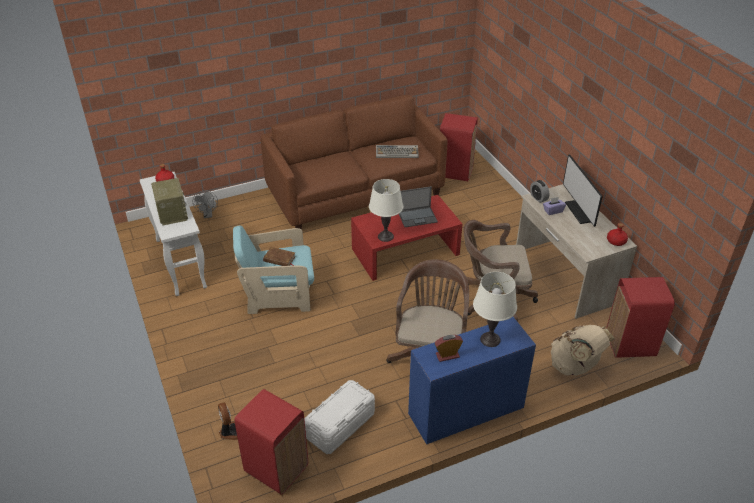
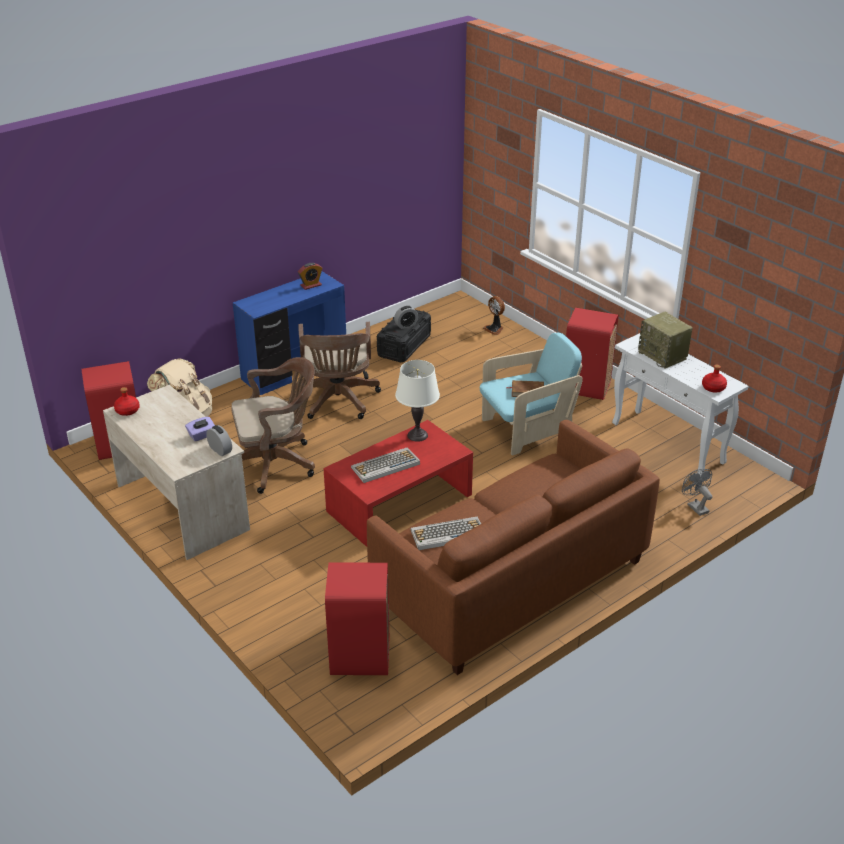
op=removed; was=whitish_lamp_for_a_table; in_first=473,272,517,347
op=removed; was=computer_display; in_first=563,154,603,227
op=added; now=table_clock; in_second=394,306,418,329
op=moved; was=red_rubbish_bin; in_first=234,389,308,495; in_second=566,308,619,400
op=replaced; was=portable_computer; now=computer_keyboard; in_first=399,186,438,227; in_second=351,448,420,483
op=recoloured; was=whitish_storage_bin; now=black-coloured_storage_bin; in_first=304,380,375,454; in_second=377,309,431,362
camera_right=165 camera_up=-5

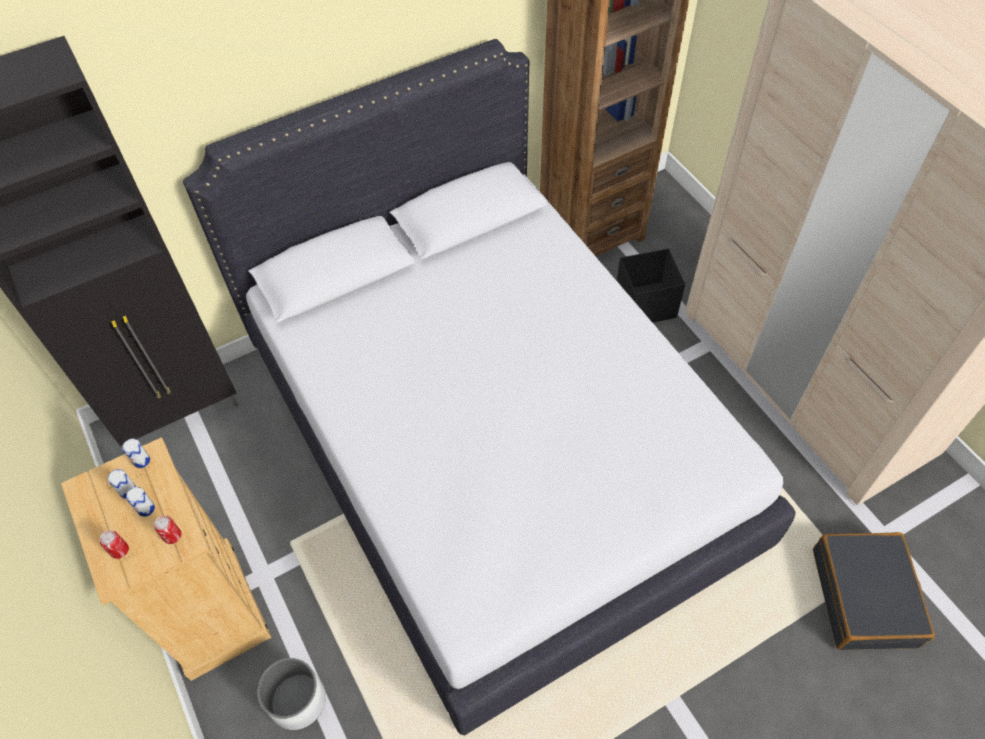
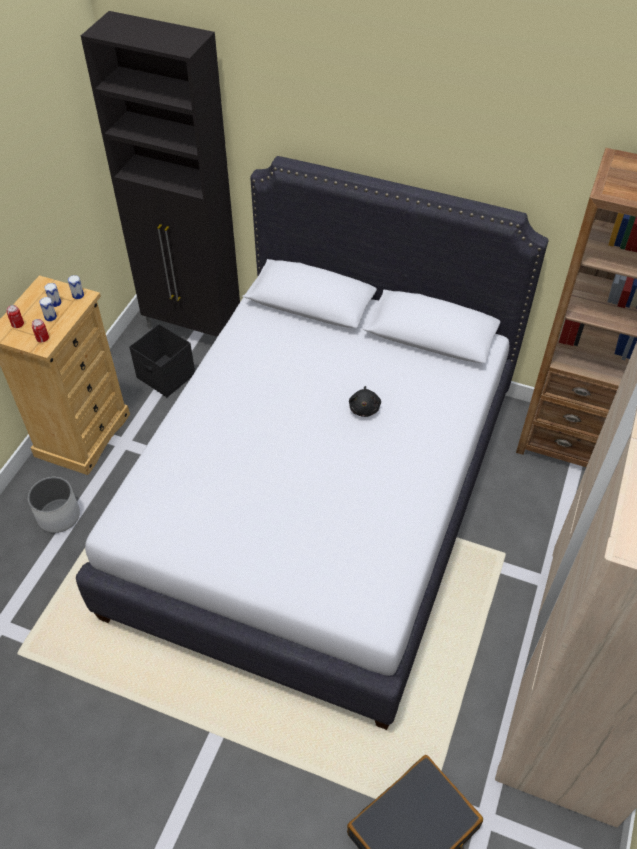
op=added; now=black-coloured_plush_toy; in_second=349,386,381,417
op=moved; was=black-coloured_storage_bin; in_first=617,249,685,322; in_second=129,324,195,397
camera_right=50 camera_up=-5

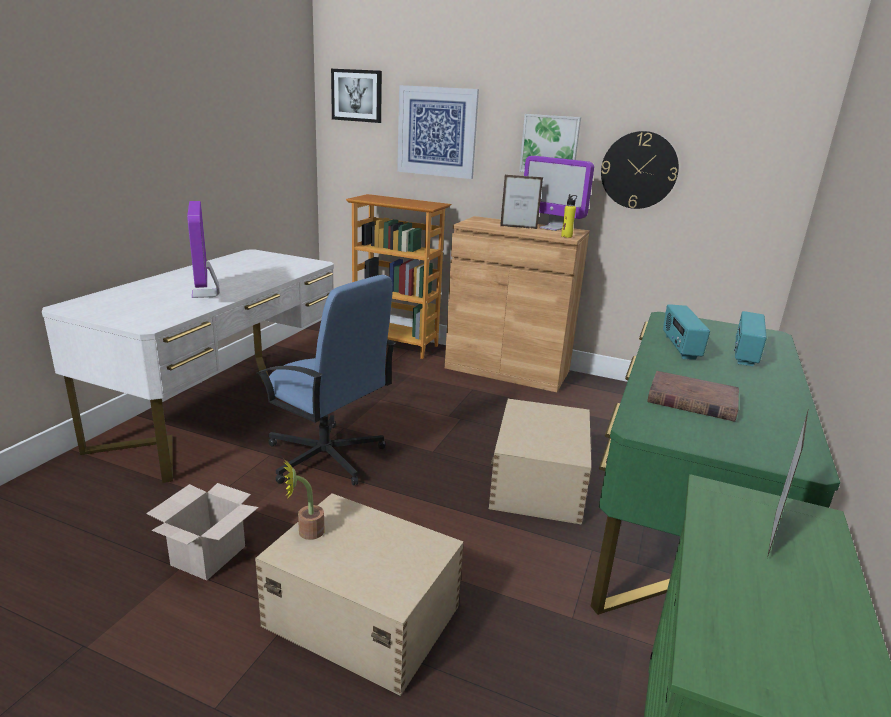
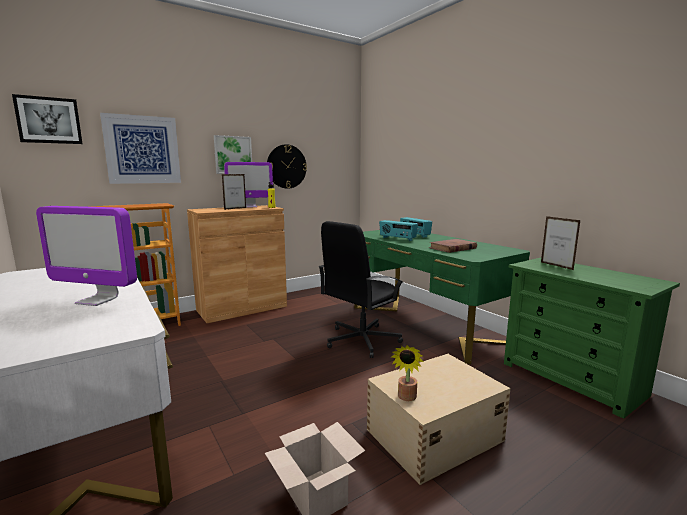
op=removed; was=blue_office_chair; in_first=256,275,395,485
op=replaced; was=beige-coloured_storage_bin; now=black-coloured_office_chair; in_first=489,399,591,525; in_second=318,221,403,358
camera_right=-55 camera_up=-10

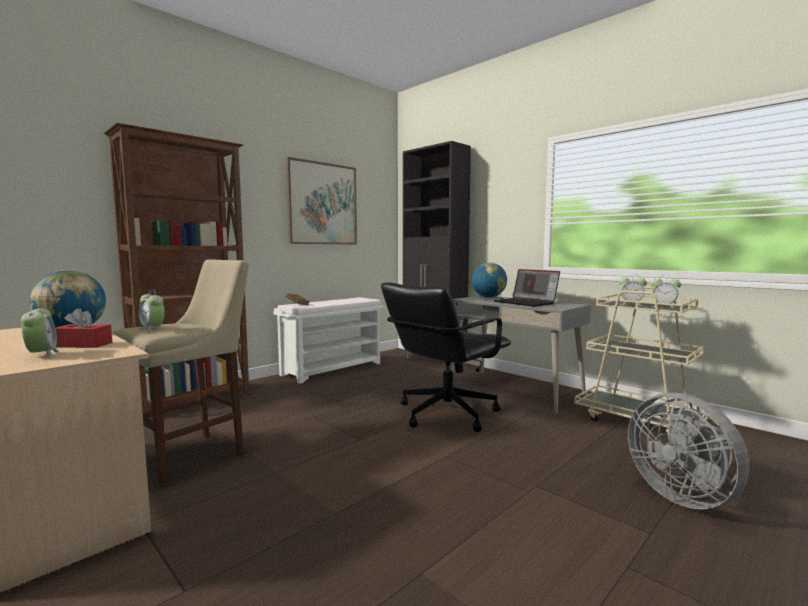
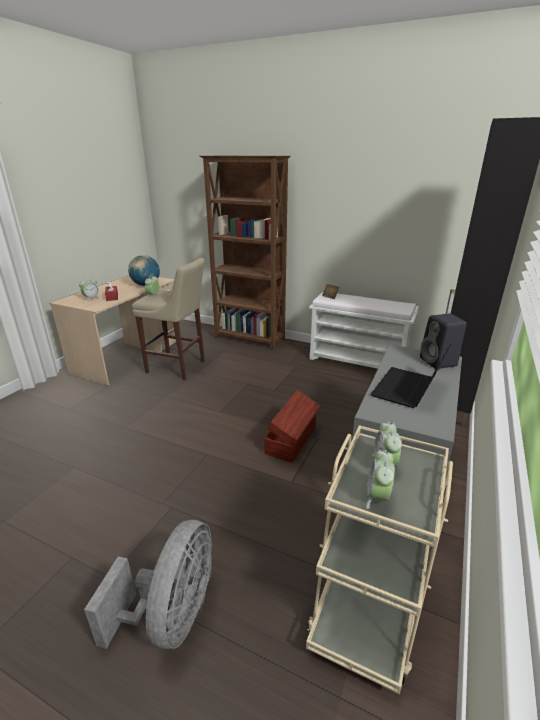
op=removed; was=wall_art; in_first=286,157,357,244
op=replaced; was=black-coloured_office_chair; now=brownish_storage_bin; in_first=381,282,511,432; in_second=265,390,320,463
op=replaced; was=world_globe; now=black-coloured_audio_speaker; in_first=472,262,507,298; in_second=420,314,467,369
op=turned; was=greyish_cooling_fan; in_first=628,393,749,510; in_second=84,520,212,649; clockwise=150
camera_right=70 camera_up=20

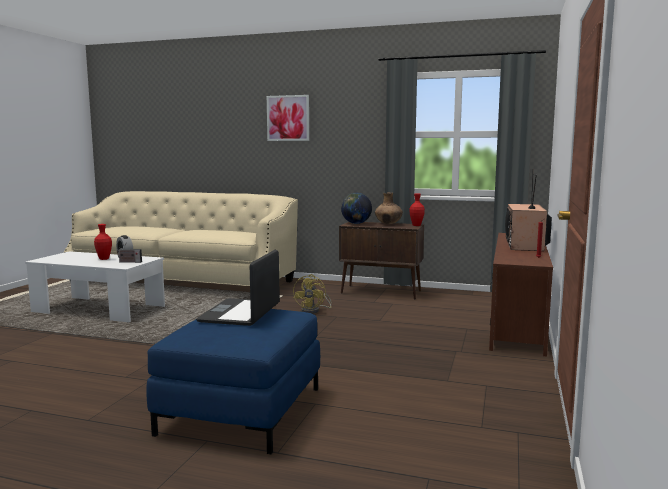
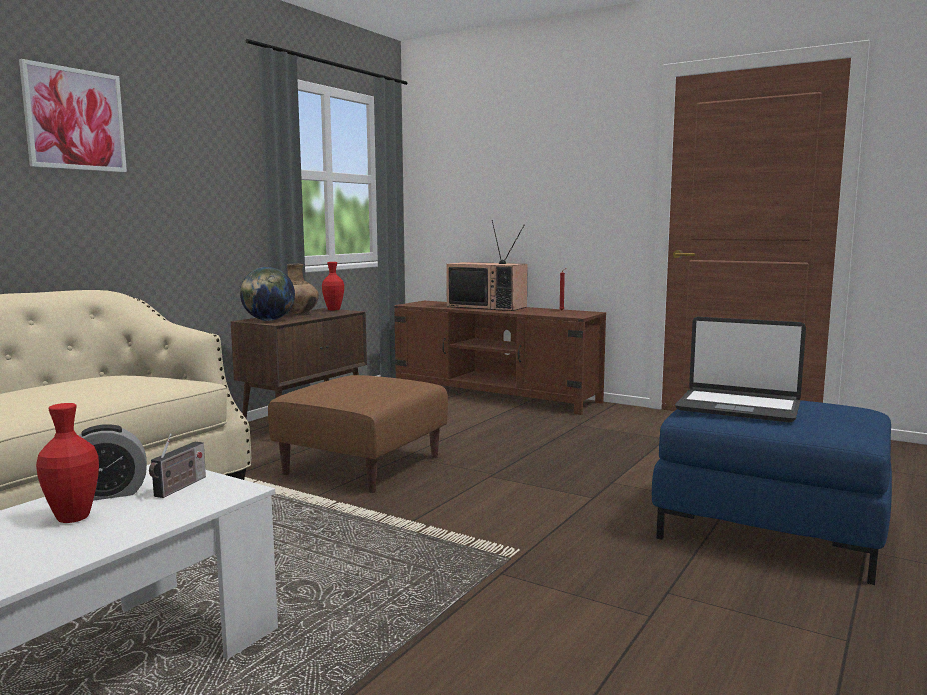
op=replaced; was=yellow_cooling_fan; now=brownish_footrest; in_first=293,274,332,314; in_second=268,375,448,493
camera_right=-75 camera_up=0

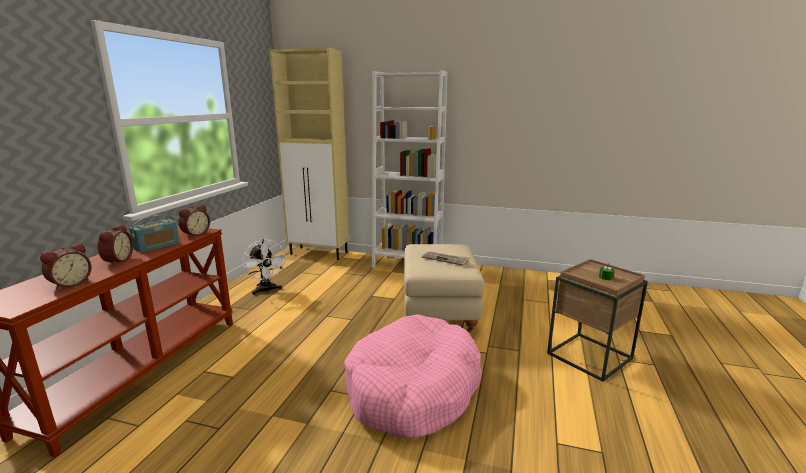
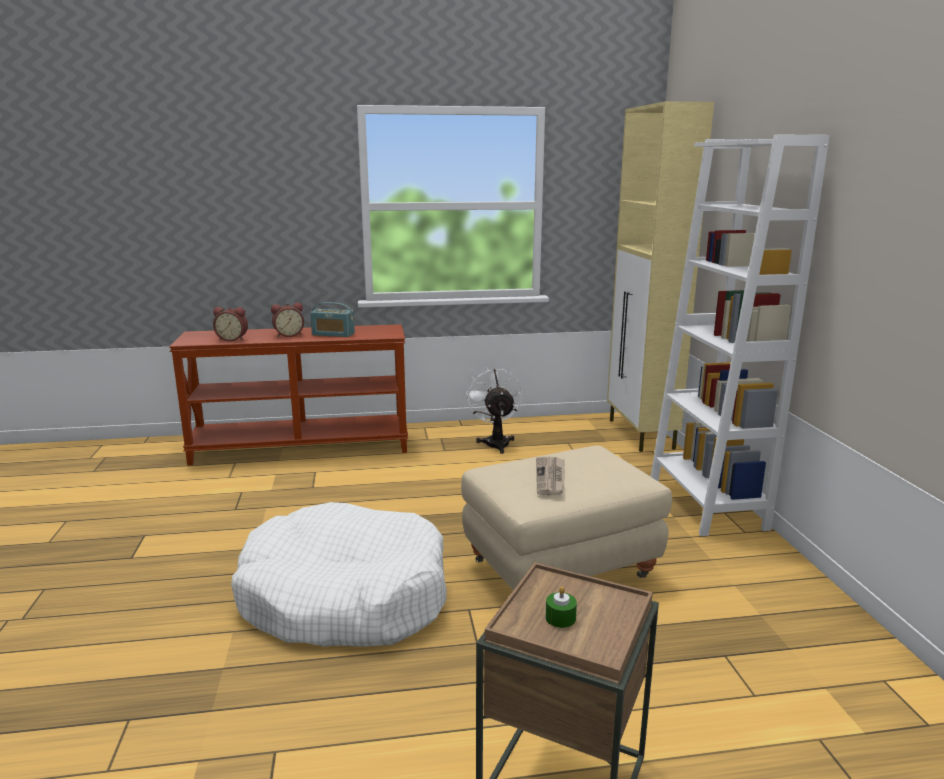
op=removed; was=table_clock; in_first=178,204,210,238
op=recoloured; was=pink-coloured_pet_bed; now=whitish_pet_bed; in_first=344,314,482,438; in_second=231,502,447,647
op=turned; was=whitish_cooling_fan; in_first=242,239,288,295; in_second=466,367,523,454; clockwise=135
camera_right=65 camera_up=0

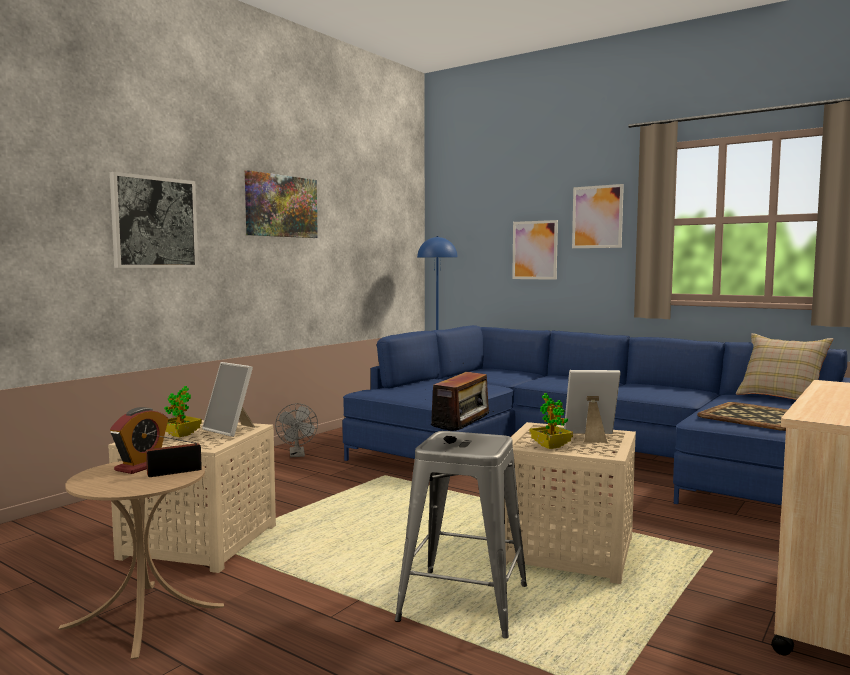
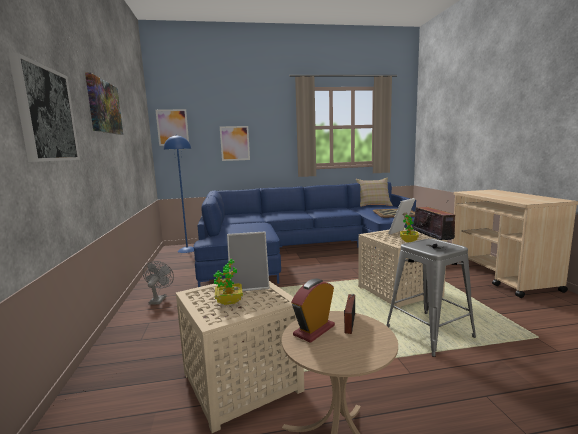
op=moved; was=wall_art; in_first=572,184,624,248; in_second=156,109,189,146
op=turned; was=table_clock; in_first=110,407,168,474; in_second=291,279,335,343; clockwise=-120
op=turned; was=greyish_cooling_fan; in_first=275,403,318,457; in_second=143,261,174,305; clockwise=-120
camera_right=-45 camera_up=5

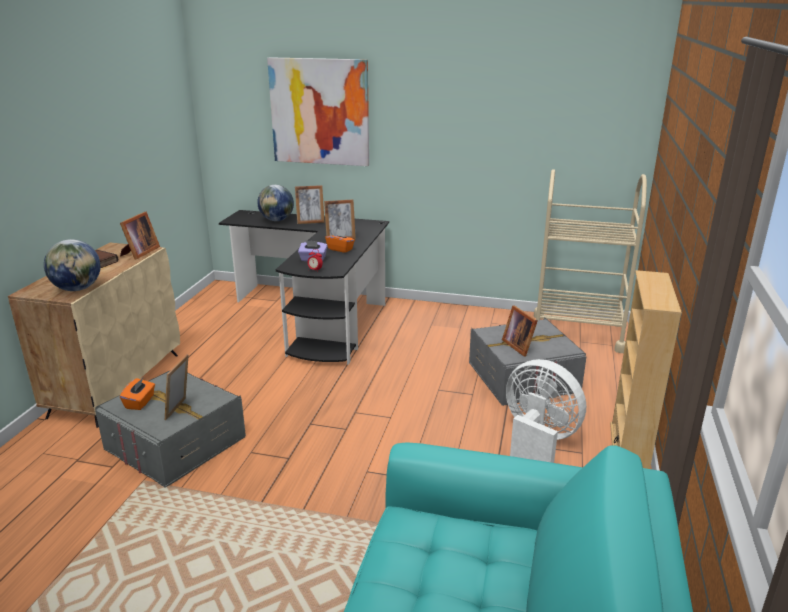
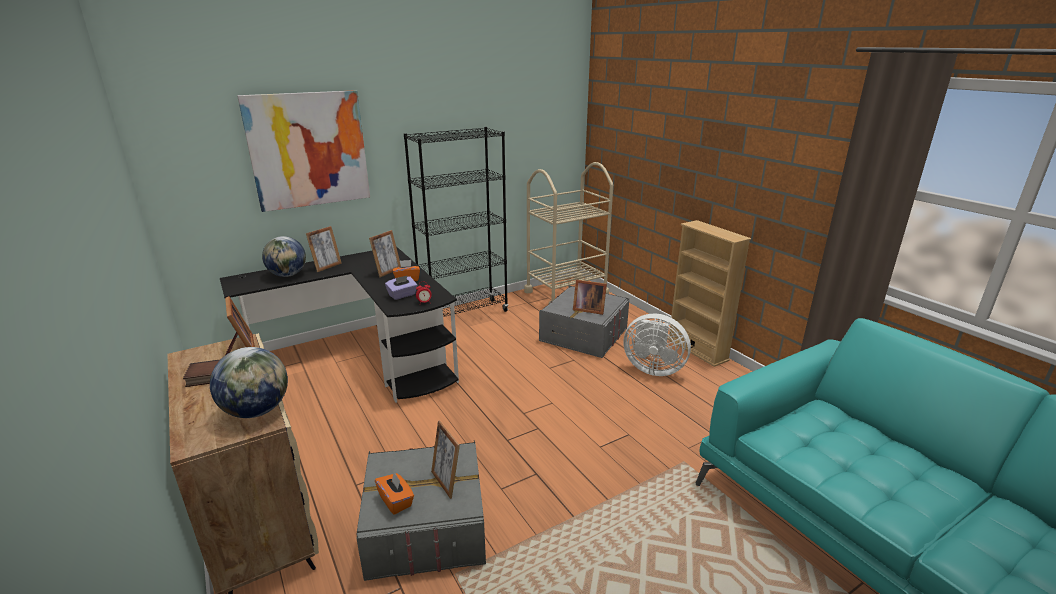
op=added; now=black-coloured_bookcase; in_second=404,127,508,317
op=turned; was=whitish_cooling_fan; in_first=506,359,586,463; in_second=624,314,691,376; clockwise=-150
camera_right=-45 camera_up=0

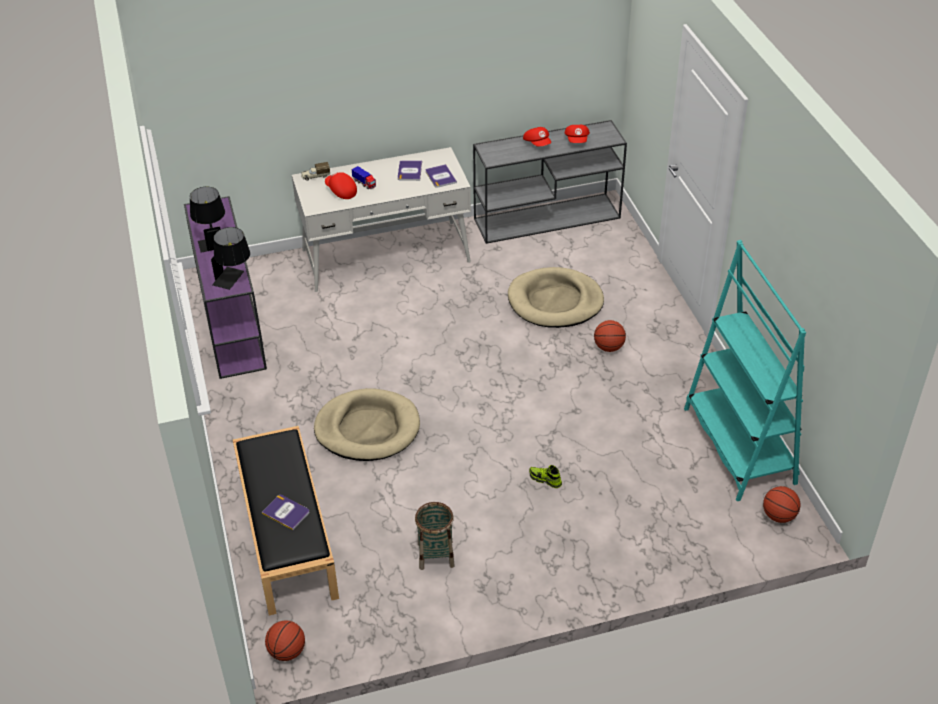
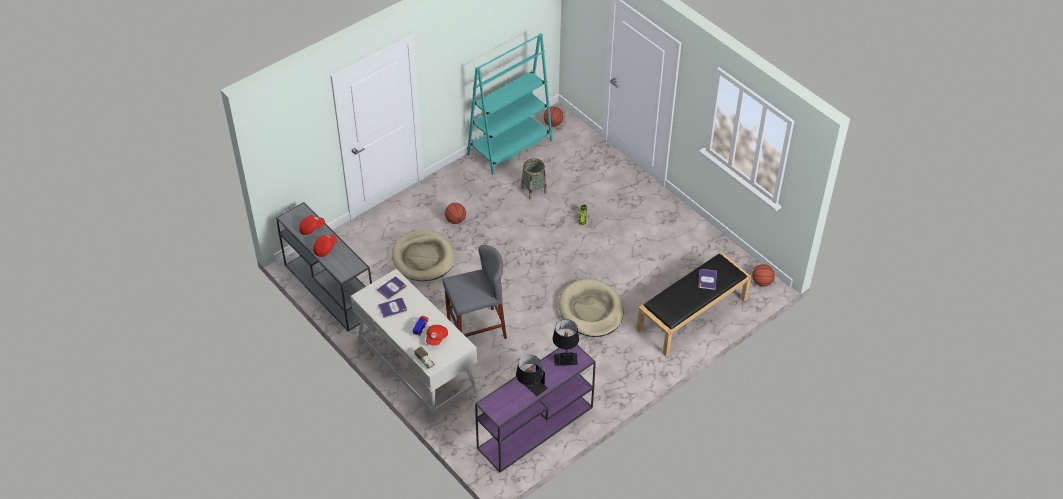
op=added; now=greyish_sitting_stool; in_second=442,245,507,339
op=moved; was=storage_basket; in_first=415,502,455,570; in_second=521,158,547,199
camera_right=-115 camera_up=5

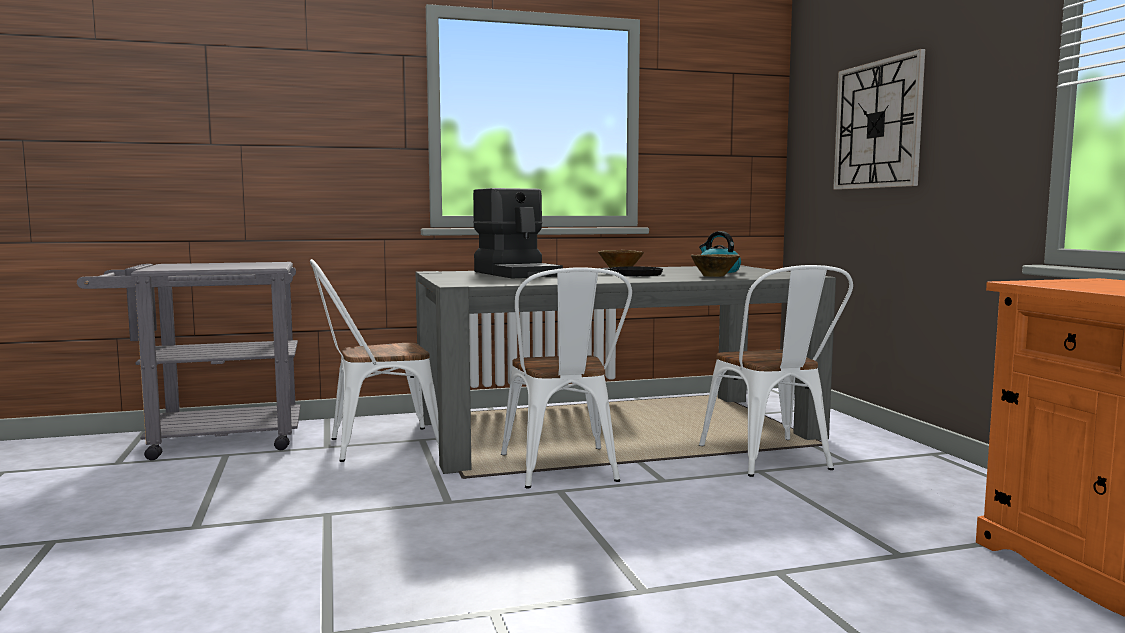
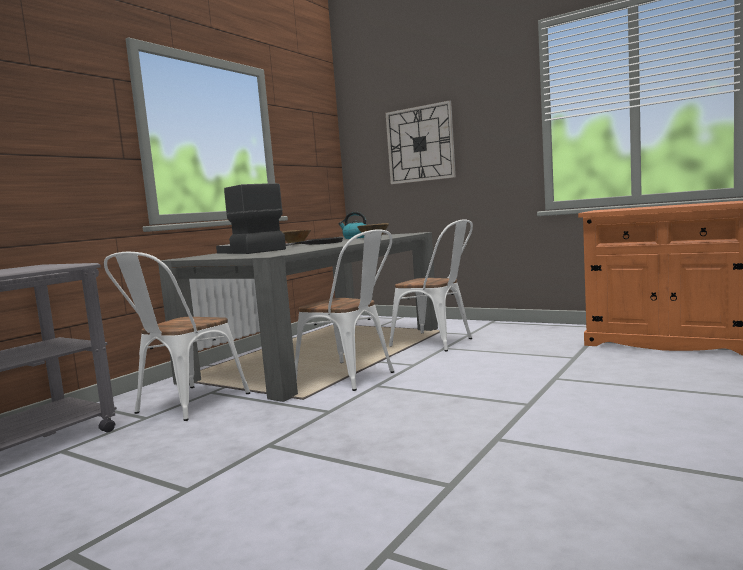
op=turned; was=coffee_maker; in_first=473,188,563,279; in_second=216,183,286,254; clockwise=-150
camera_right=-40 camera_up=0

